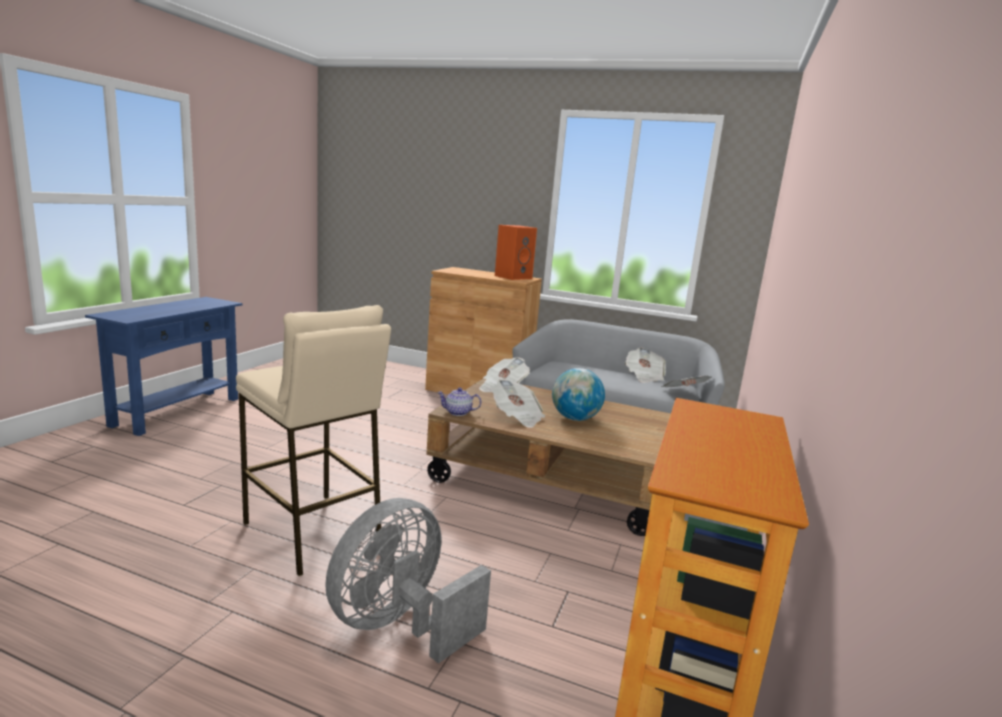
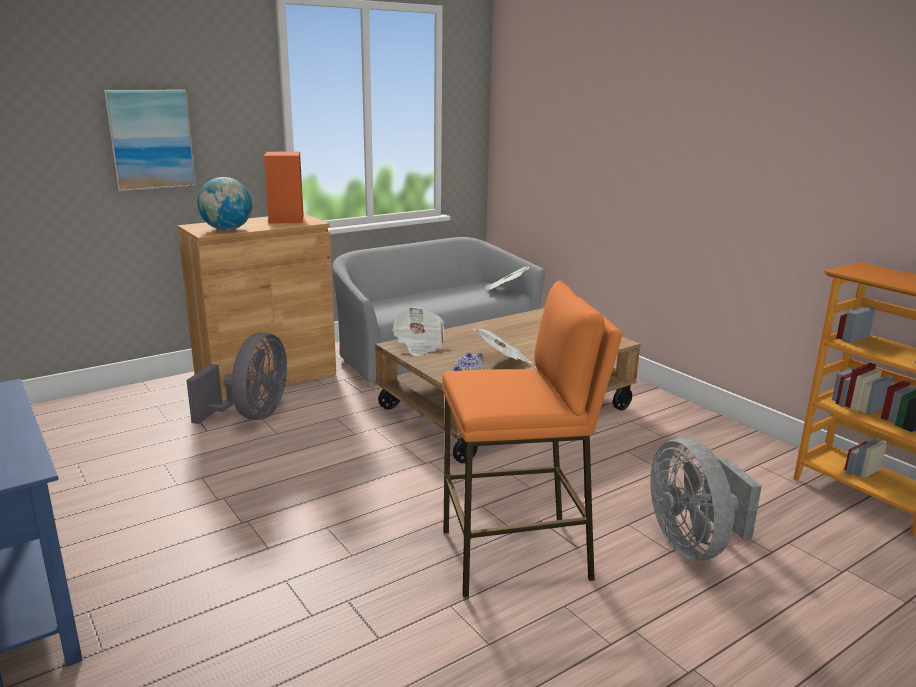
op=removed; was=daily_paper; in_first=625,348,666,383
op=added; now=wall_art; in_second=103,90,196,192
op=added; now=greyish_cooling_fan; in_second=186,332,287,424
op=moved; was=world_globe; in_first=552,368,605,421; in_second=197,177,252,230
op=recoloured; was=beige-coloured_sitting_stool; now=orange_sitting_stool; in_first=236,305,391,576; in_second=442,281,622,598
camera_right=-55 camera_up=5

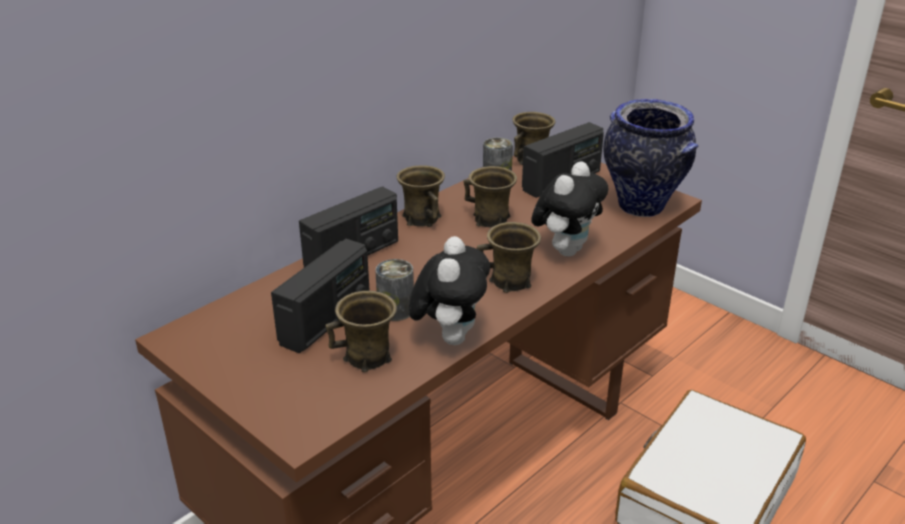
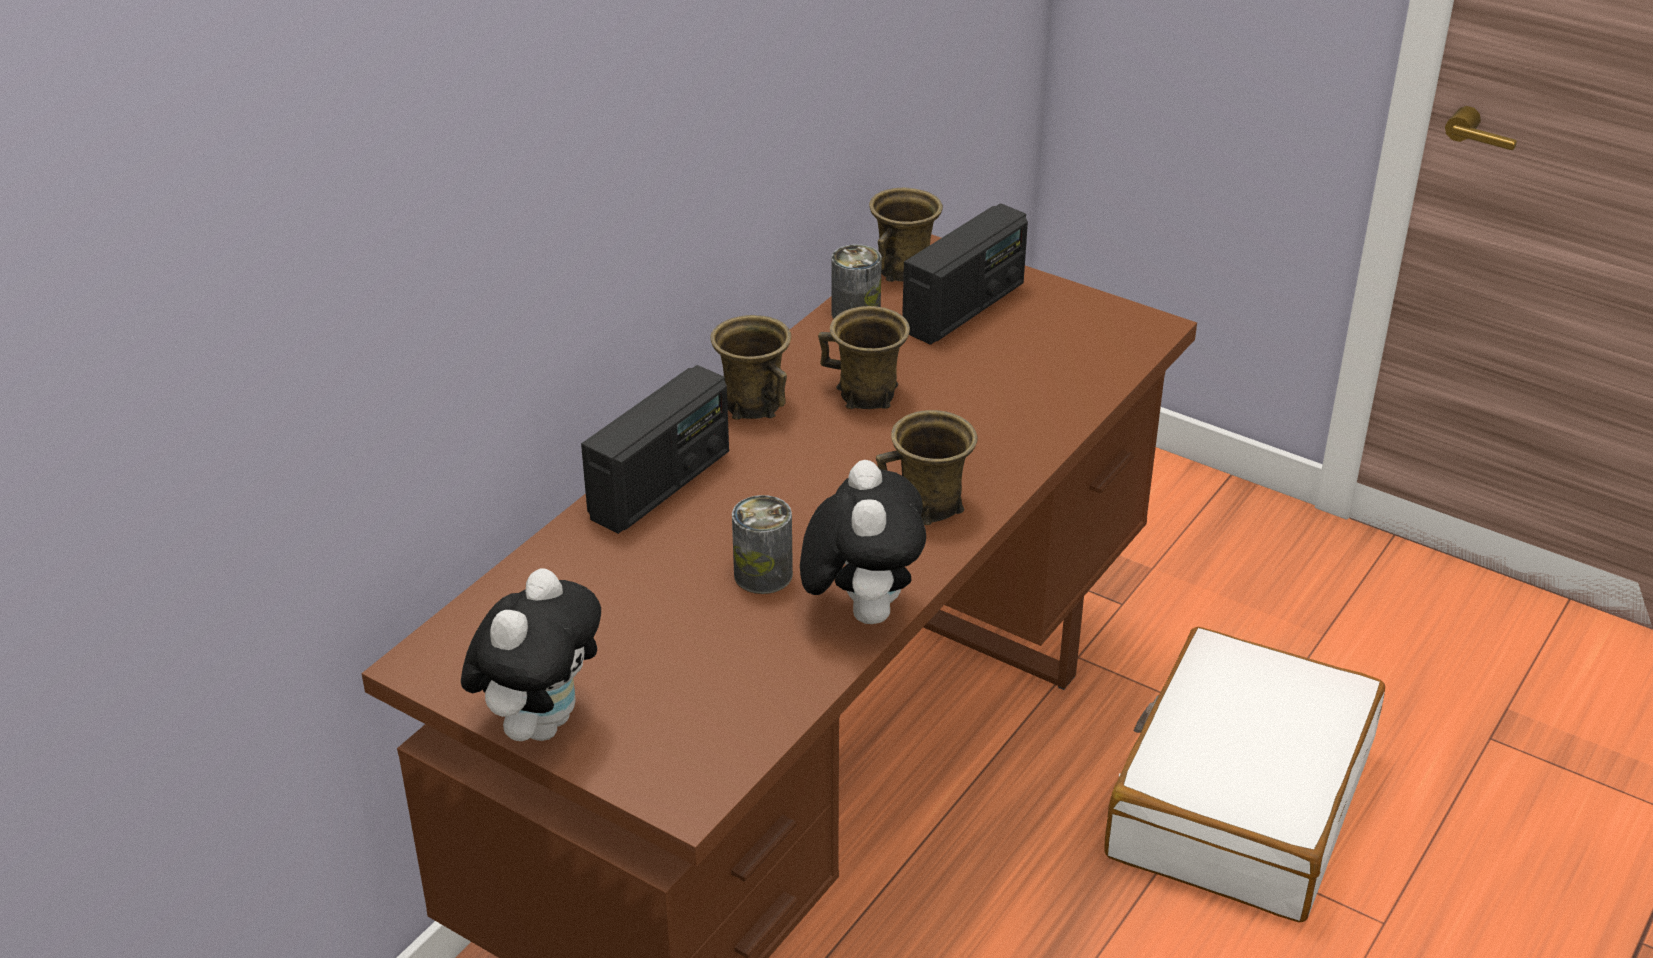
op=removed; was=radio; in_first=271,239,370,353
op=removed; was=brownish_coffee_mug; in_first=325,291,397,372
op=removed; was=vase; in_first=603,99,699,217
op=moved; was=plush_toy; in_first=531,161,608,257; in_second=461,568,601,741
camera_right=-10 camera_up=5

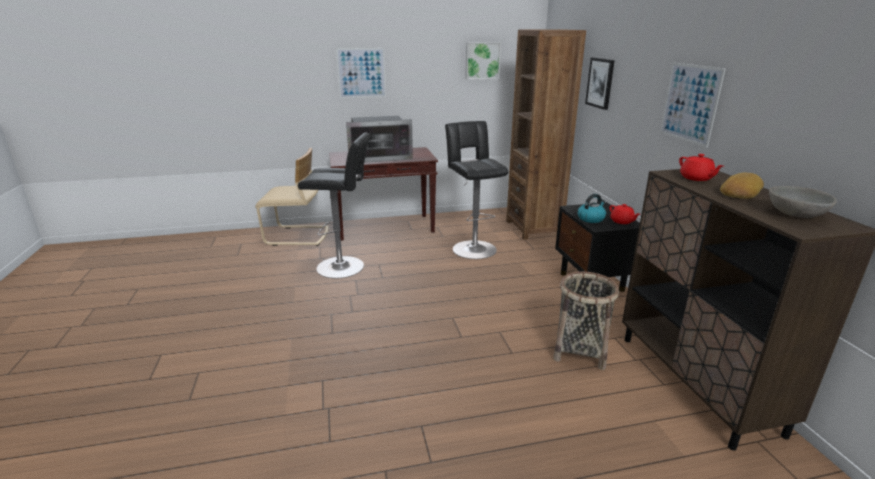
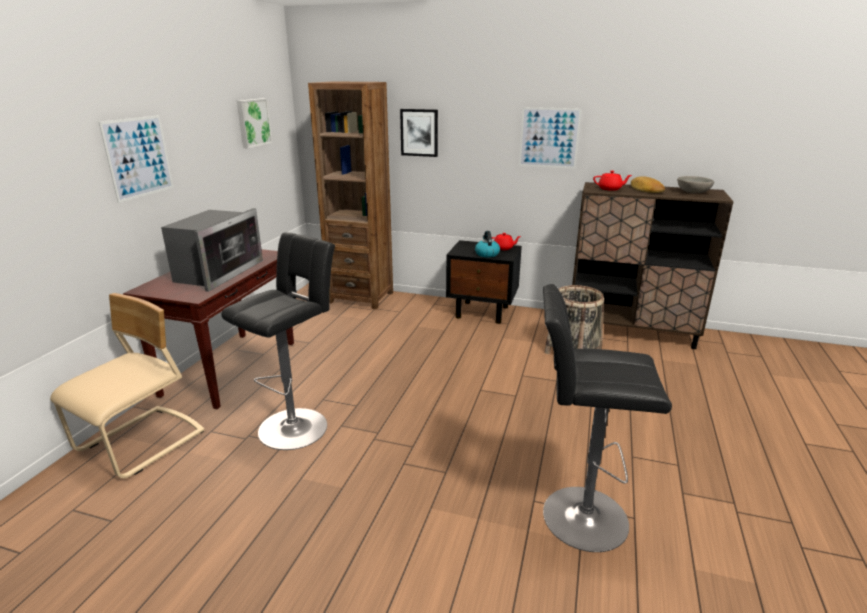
op=moved; was=black-coloured_sitting_stool; in_first=445,121,508,259; in_second=543,284,672,552
camera_right=-60 camera_up=0

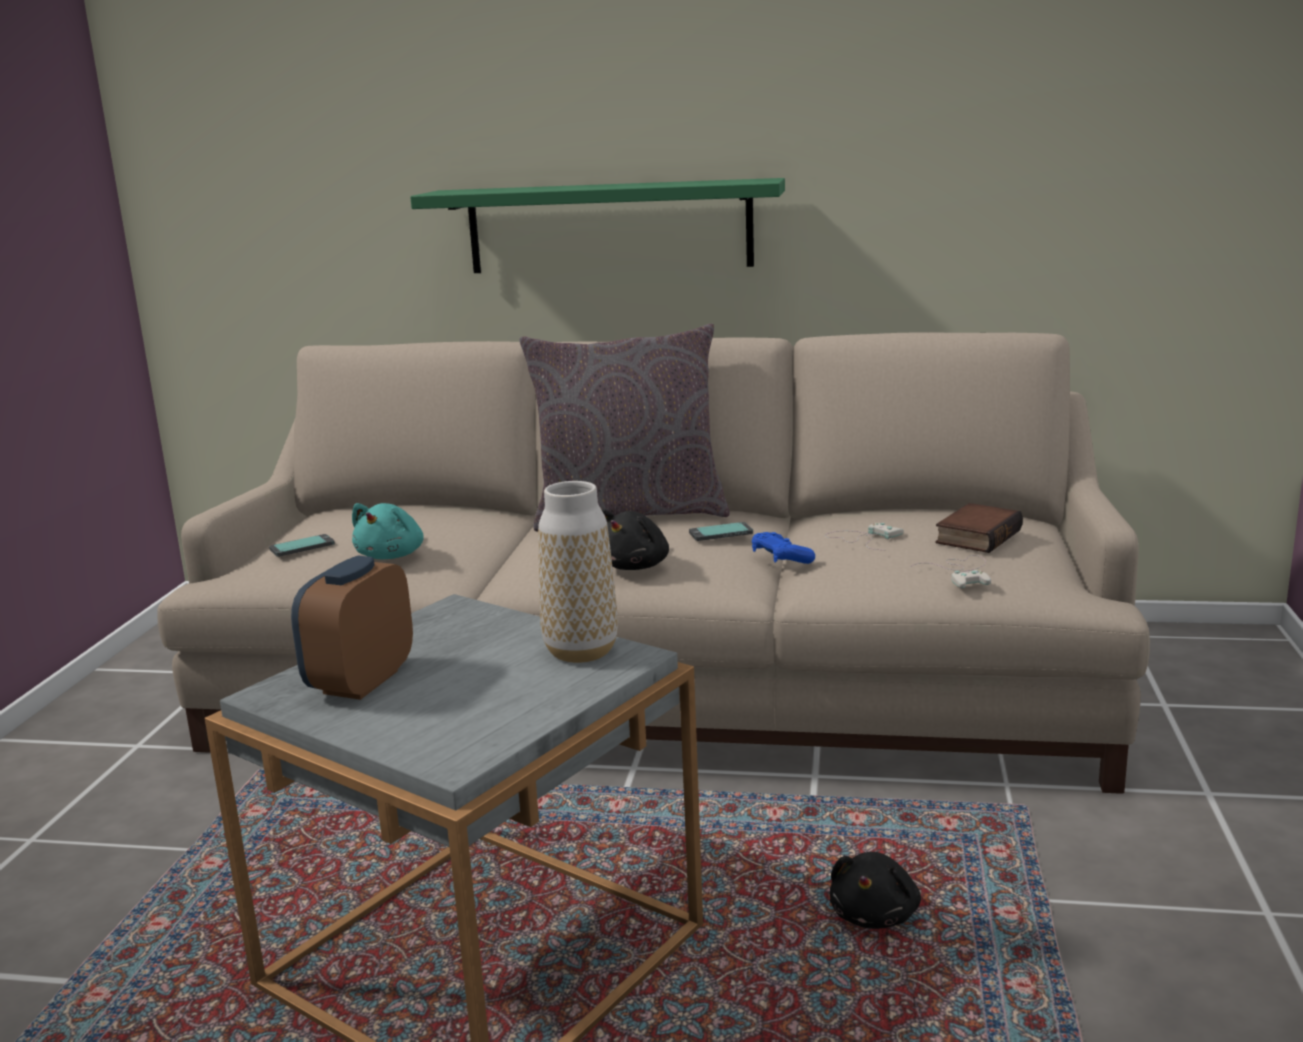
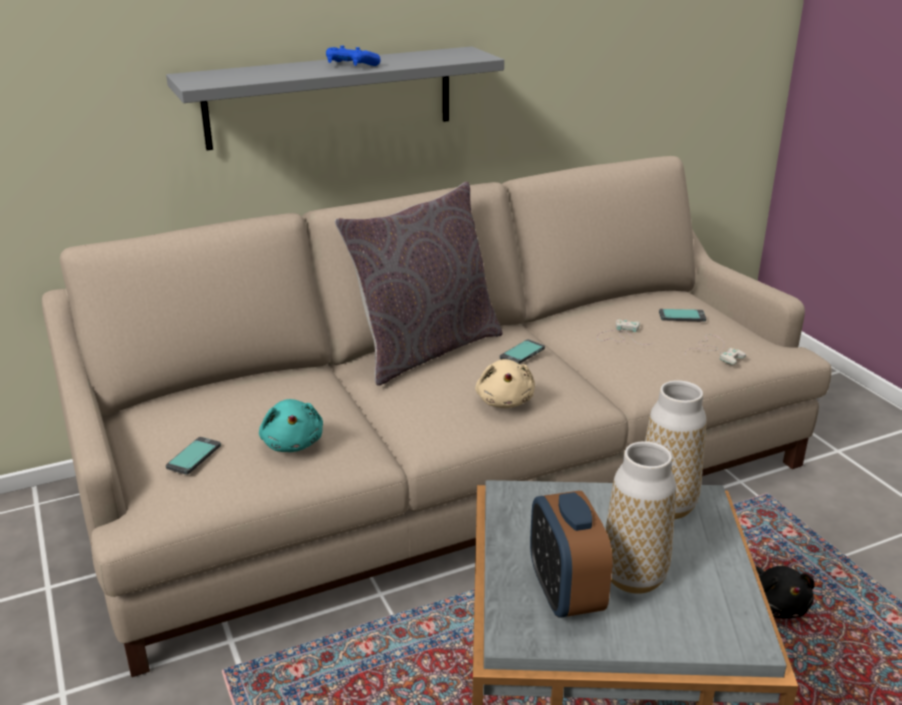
op=added; now=vase; in_second=605,441,676,594
op=moved; was=blue_gamepad; in_first=752,532,815,564; in_second=326,46,381,66
op=replaced; was=book; now=handset; in_first=935,503,1023,553; in_second=659,309,706,322
op=recoloured; was=greenish_bracket_shelf; now=greyish_bracket_shelf; in_first=410,178,785,273; in_second=166,46,504,150
op=recoloured; was=black-coloured_plush_toy; now=beige-coloured_plush_toy; in_first=602,509,669,570; in_second=475,359,535,408
camera_right=-35 camera_up=10

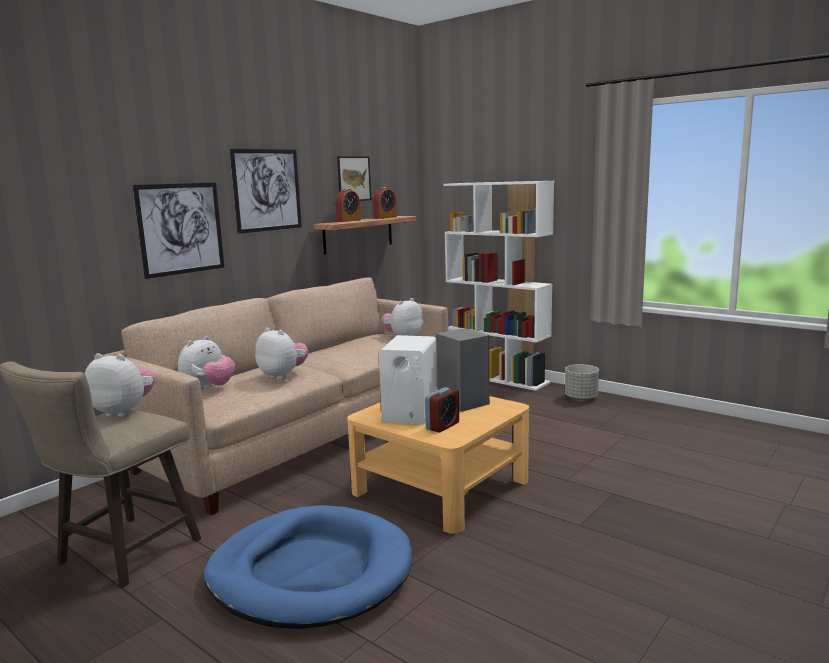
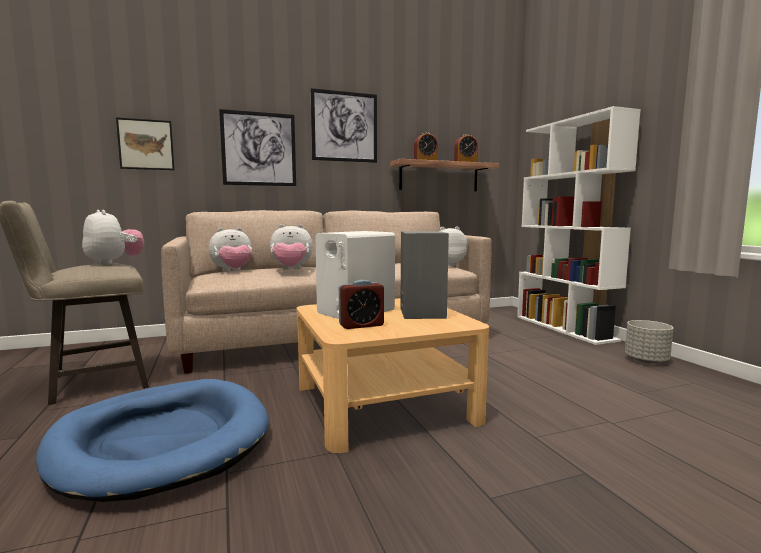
op=moved; was=wall_art; in_first=337,156,371,201; in_second=116,117,174,170
op=turned; was=plush_toy; in_first=255,328,308,380; in_second=270,224,313,270; clockwise=105
camera_right=30 camera_up=-5

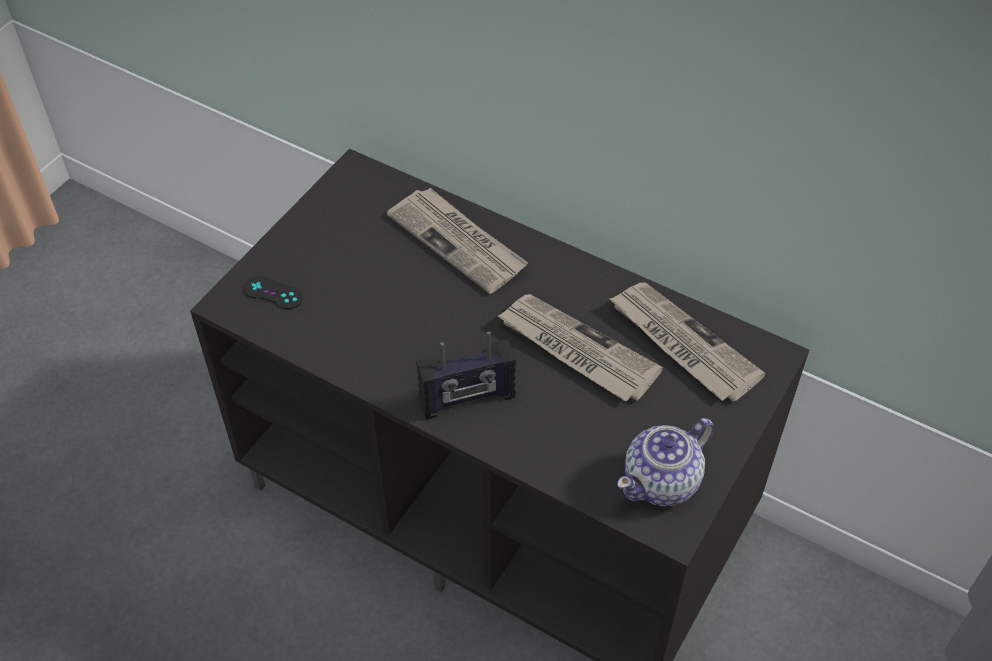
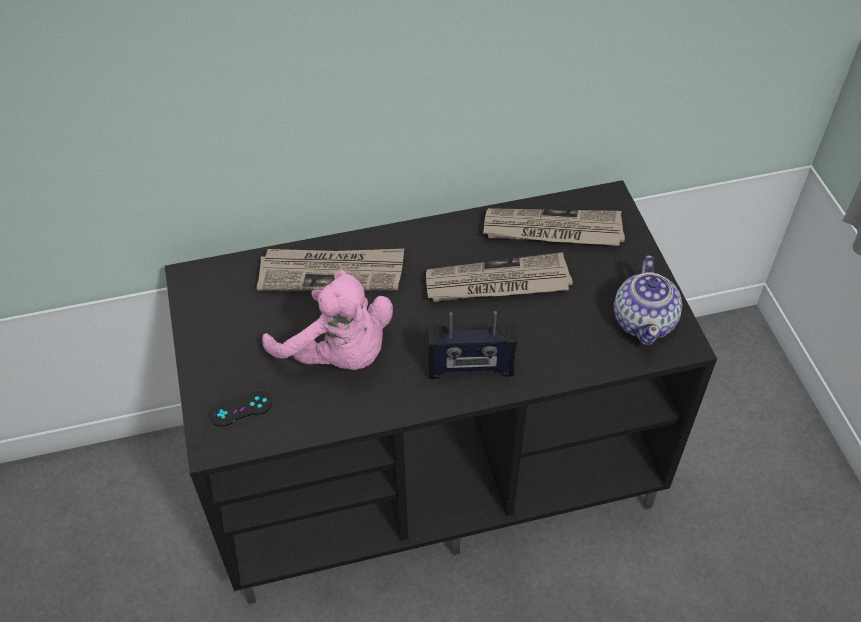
op=added; now=pink-coloured_plush_toy; in_second=262,270,393,370
op=turned; was=radio; in_first=416,331,516,419; in_second=428,311,517,379; clockwise=60
camera_right=-45 camera_up=0

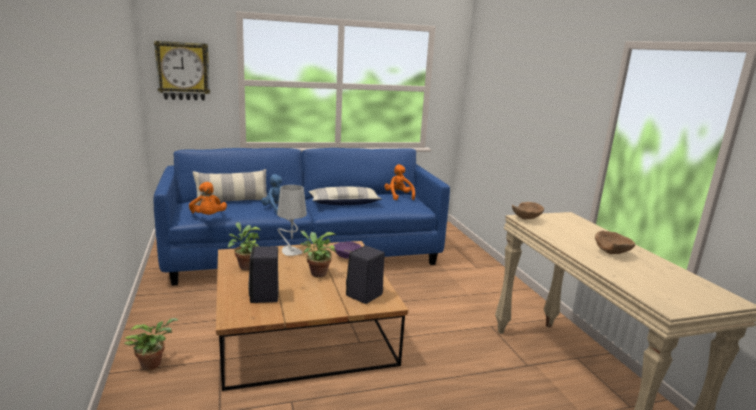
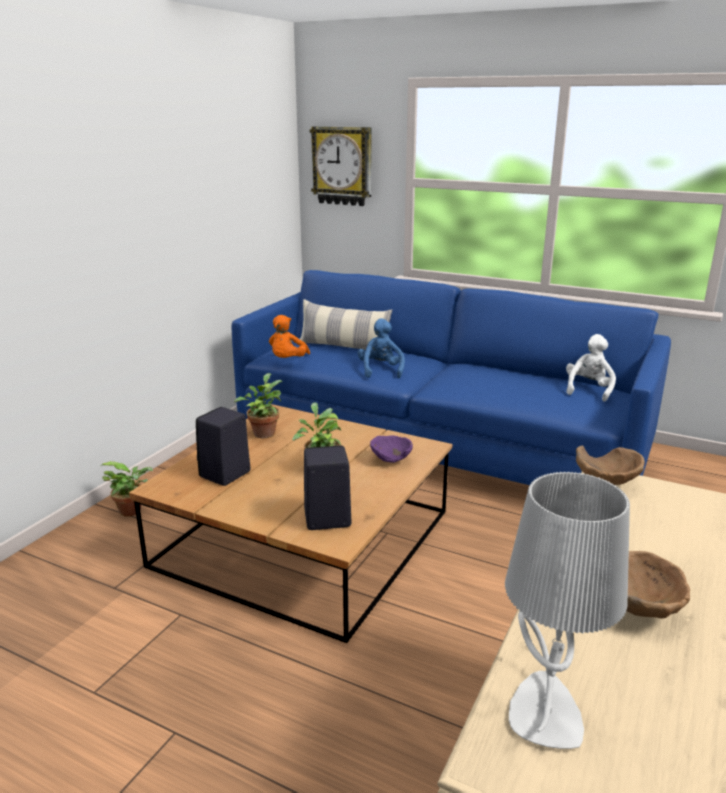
op=removed; was=pillow; in_first=309,187,382,205
op=moved; was=greyish_lamp_for_a_table; in_first=277,185,307,256; in_second=505,472,630,749
op=recoloured; was=orange_plush_toy; now=whitish_plush_toy; in_first=384,164,415,200; in_second=566,334,616,402
camera_right=45 camera_up=5

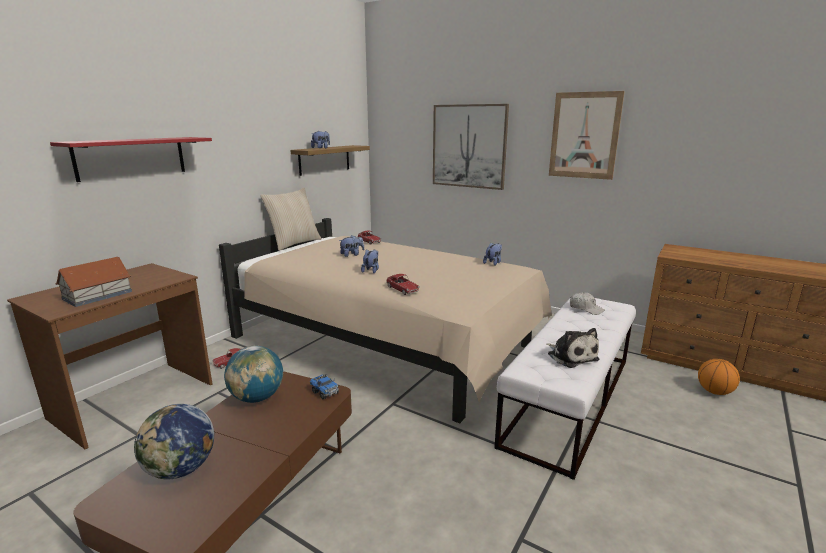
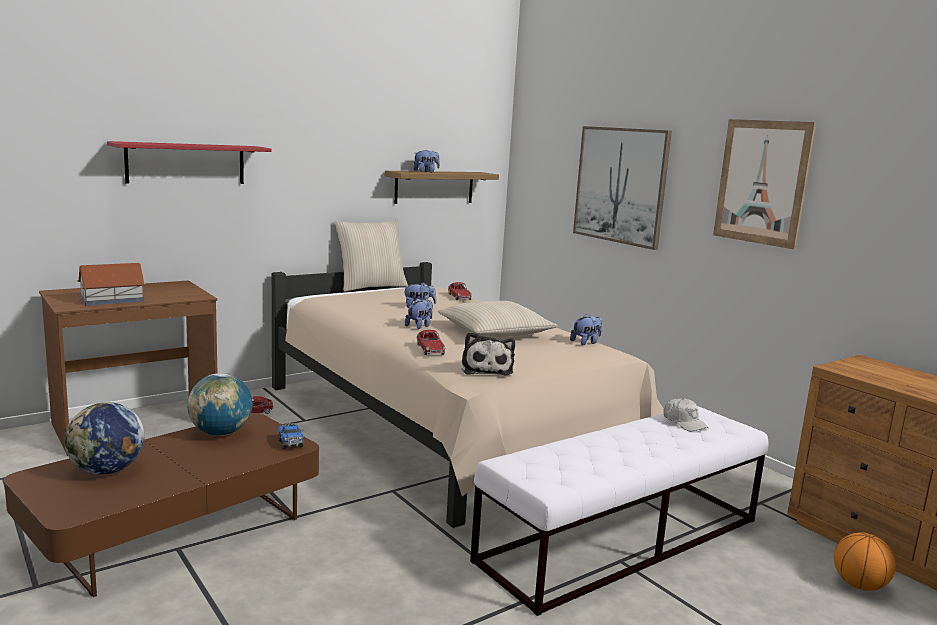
op=added; now=beige-coloured_pillow; in_second=438,301,558,338
op=moved; was=plush_toy; in_first=546,328,599,368; in_second=462,332,515,375
camera_right=20 camera_up=-5

